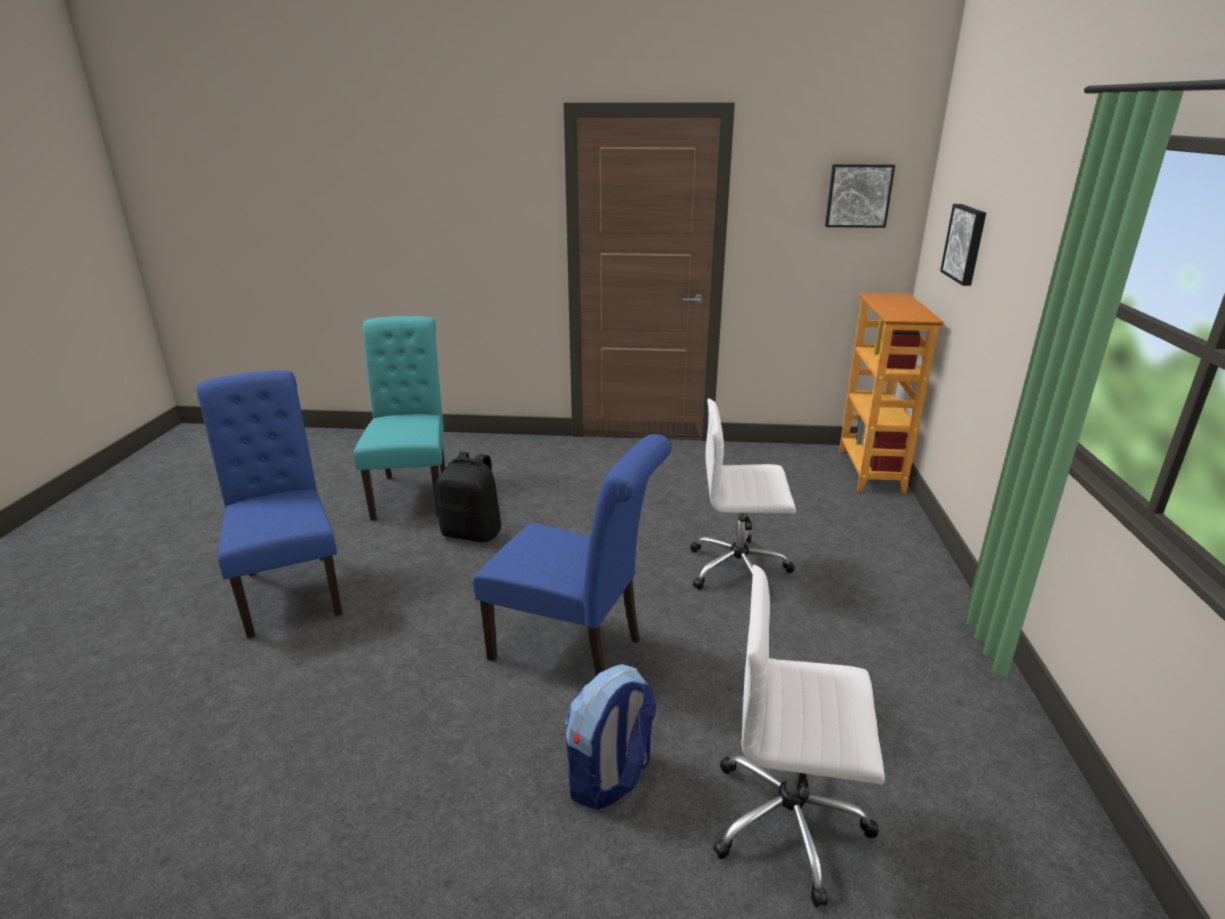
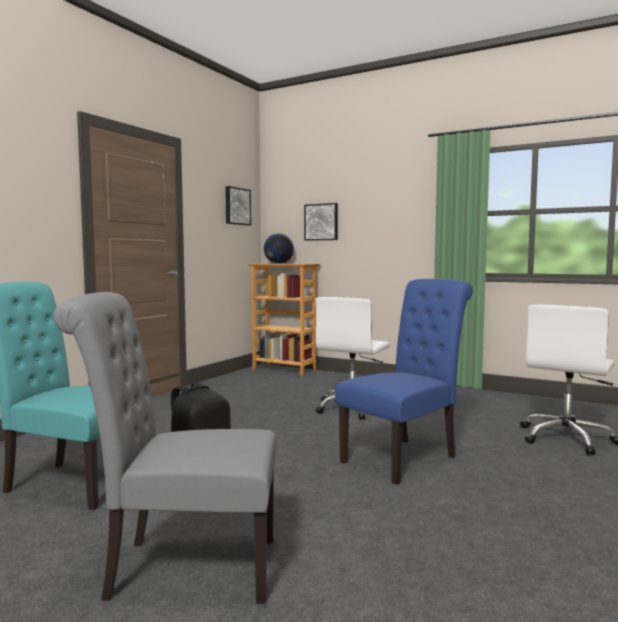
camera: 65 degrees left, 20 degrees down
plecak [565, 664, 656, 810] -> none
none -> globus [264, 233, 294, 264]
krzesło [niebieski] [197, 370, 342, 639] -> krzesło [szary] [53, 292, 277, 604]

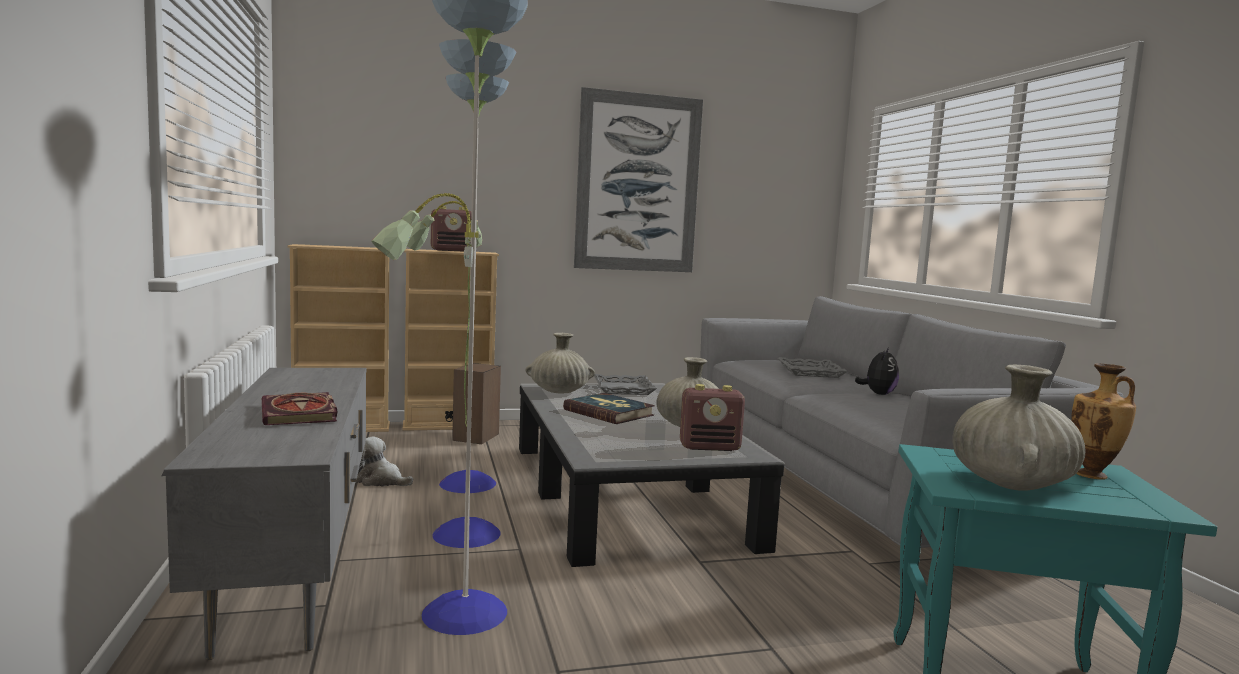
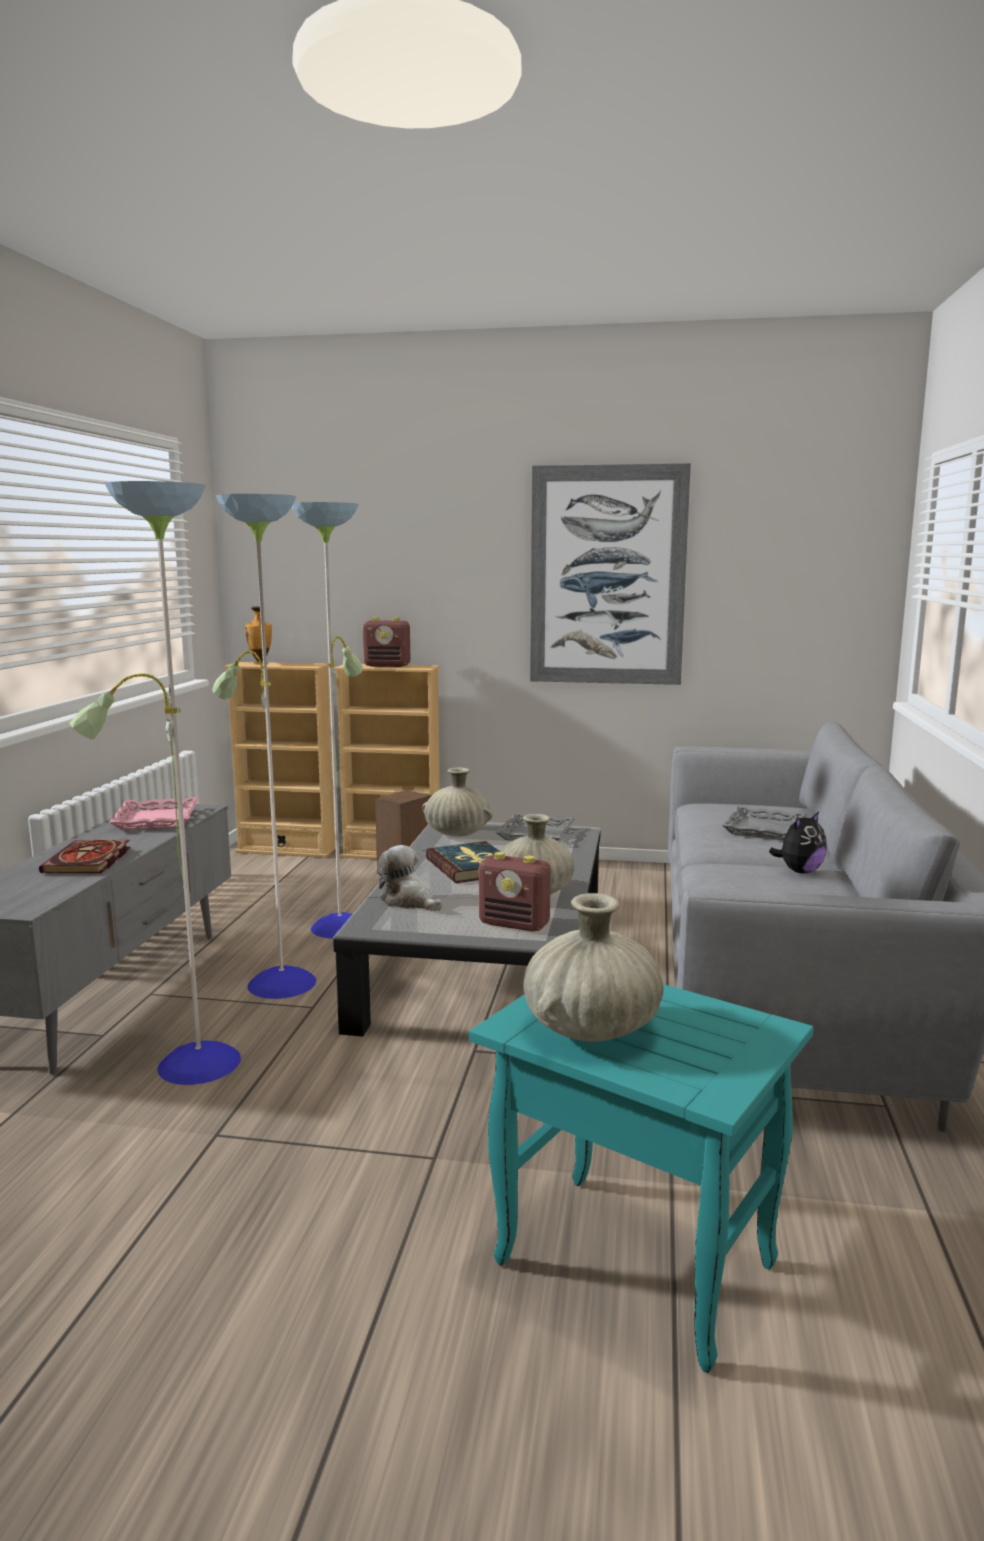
camera: 25 degrees right, 5 degrees up
none -> taca [różowy] [109, 797, 198, 830]
pluszak [356, 437, 413, 486] -> pluszak [377, 845, 443, 911], shifted
wazon [1071, 363, 1136, 480] -> wazon [245, 606, 272, 664], shifted

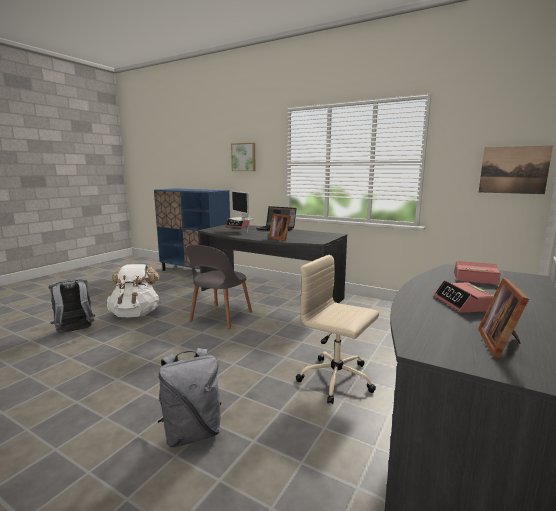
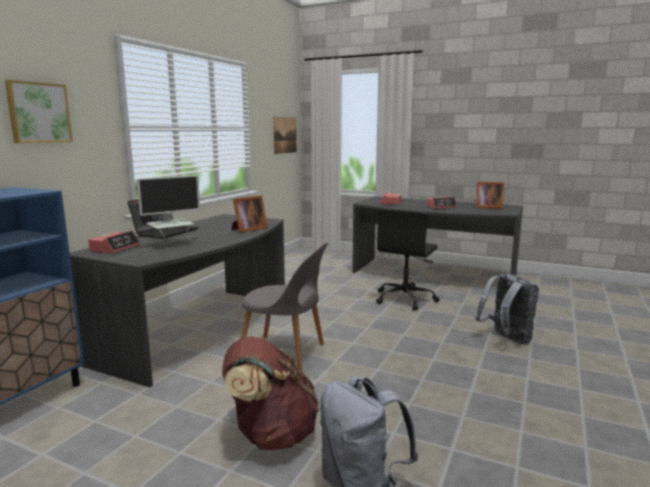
camera: 95 degrees left, 0 degrees up
plecak [biały] [107, 264, 160, 317] -> plecak [brązowy] [222, 336, 319, 450]
krzesło biurowe [beżowy] [296, 255, 379, 404] -> krzesło biurowe [czarny] [376, 208, 439, 310]

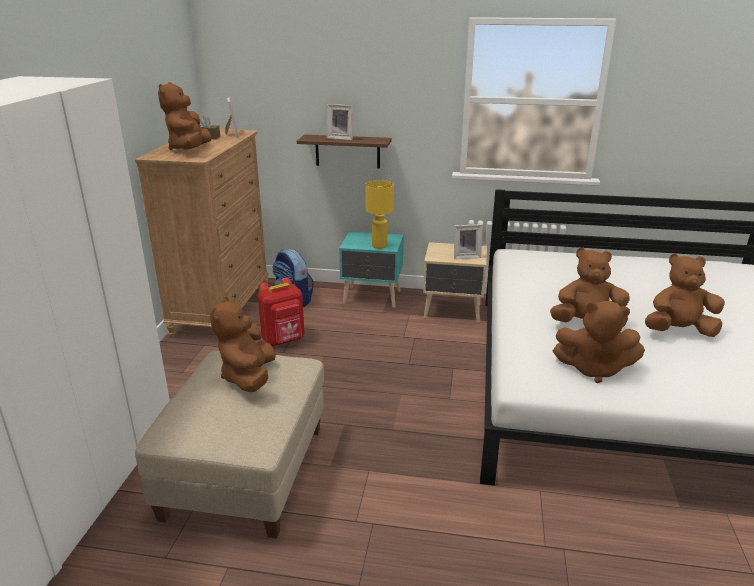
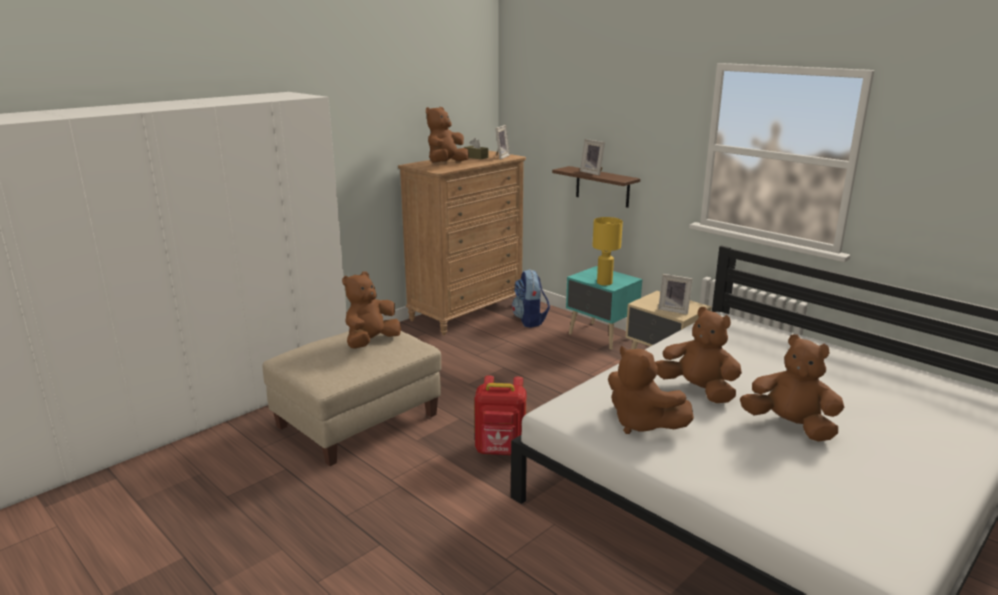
camera: 35 degrees right, 5 degrees down
plecak [czerwony] [258, 277, 305, 346] -> plecak [czerwony] [474, 375, 526, 455], shifted

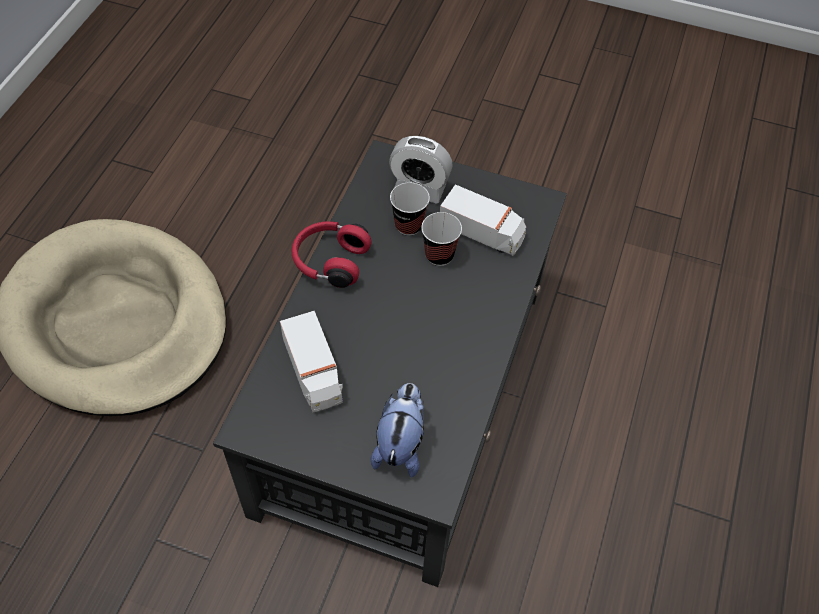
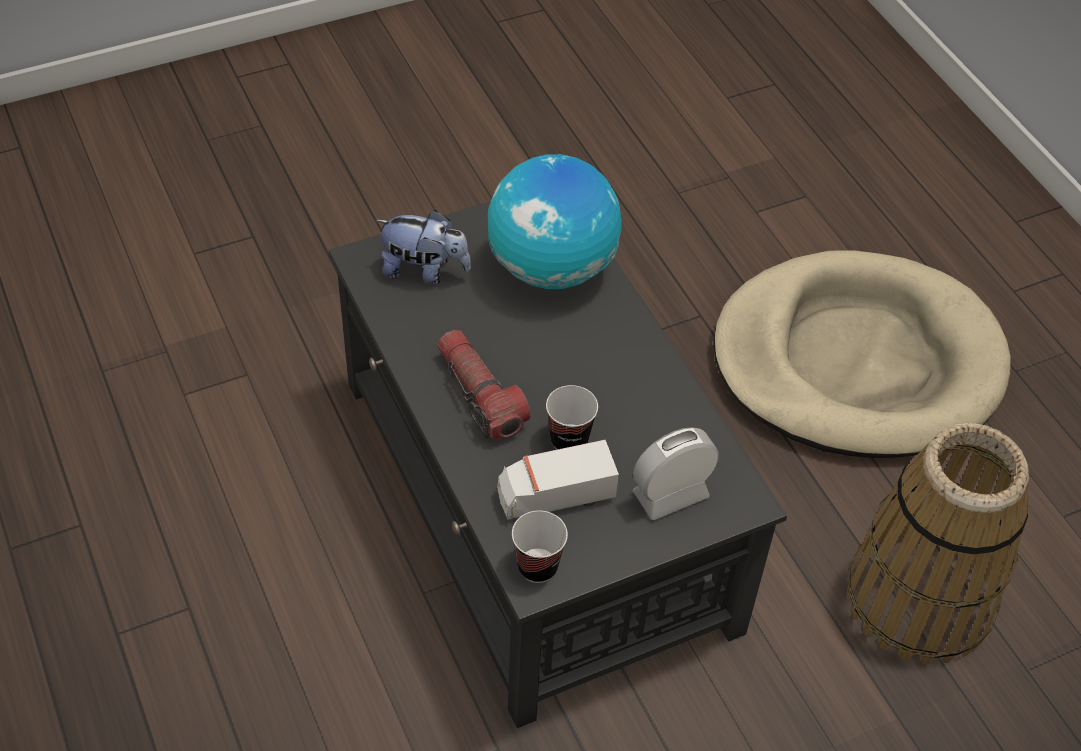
camera: 135 degrees right, 5 degrees down
słuchawki [czerwony] [292, 221, 372, 288] -> none
none -> latarka [438, 330, 531, 439]
none -> koszyk [847, 423, 1029, 664]
filiżanka [390, 182, 430, 236] -> filiżanka [512, 511, 568, 583], shifted
ciężarówka zabawkowa [280, 311, 343, 412] -> globus [487, 154, 622, 289]
pluszak [371, 383, 424, 478] -> pluszak [375, 210, 471, 284], 45 degrees counterclockwise

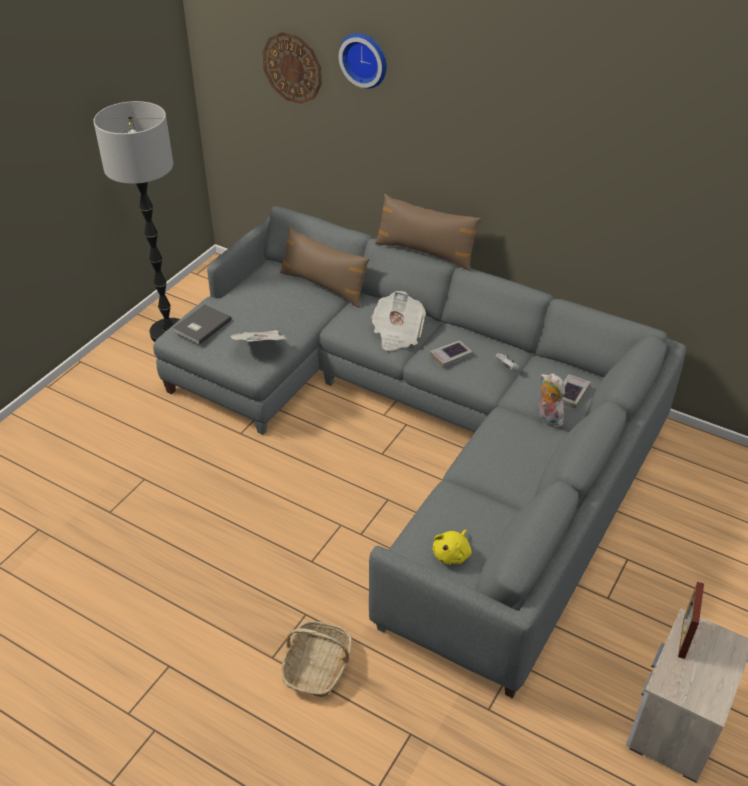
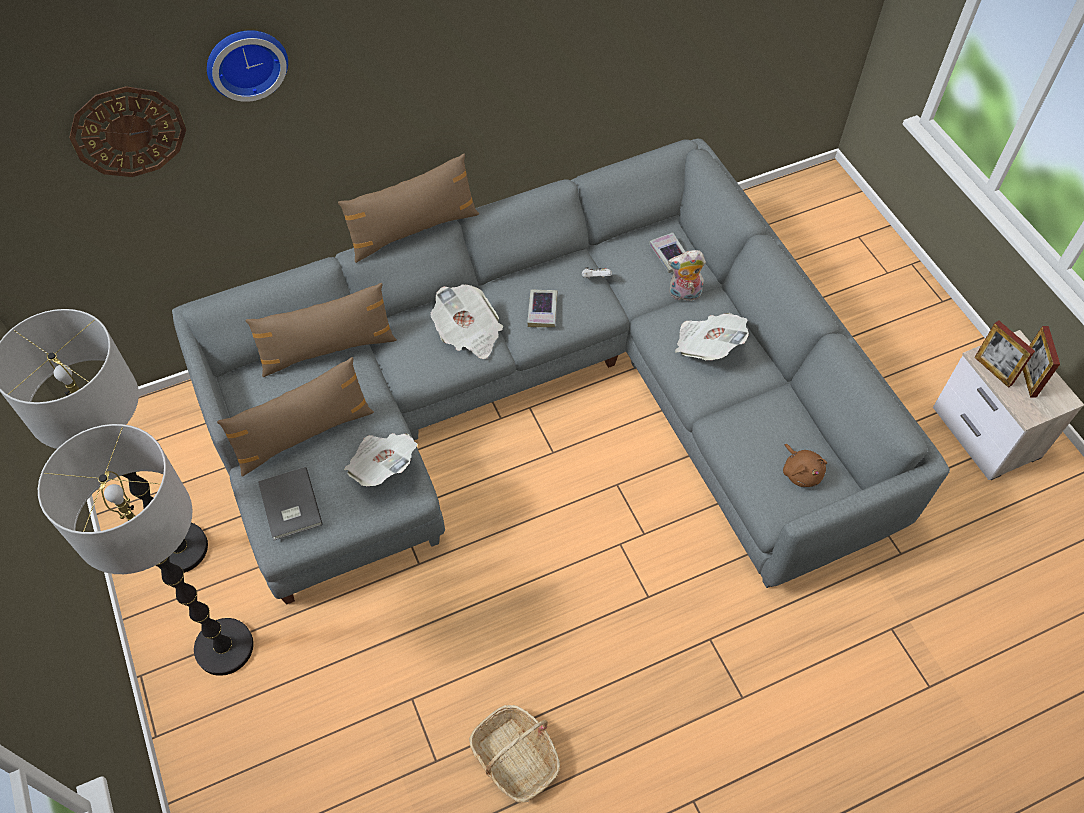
camera: 55 degrees left, 15 degrees up
none -> lampa stojąca [38, 424, 254, 676]
none -> poduszka [brązowy] [217, 357, 374, 477]
none -> gazeta [675, 313, 749, 360]
none -> ramka na zdjęcie [1023, 326, 1060, 398]
koszyk [282, 621, 352, 697] -> koszyk [469, 705, 560, 803], shifted
pluszak [żółty] [432, 530, 472, 565] -> pluszak [brązowy] [783, 444, 827, 487]

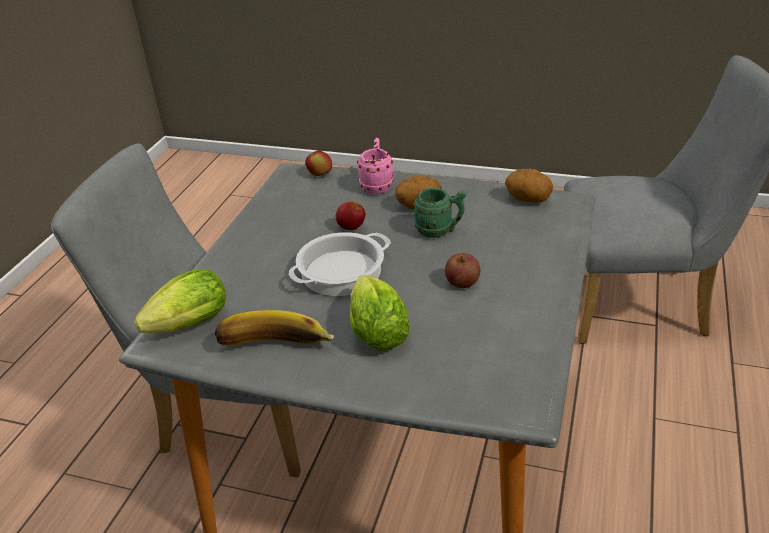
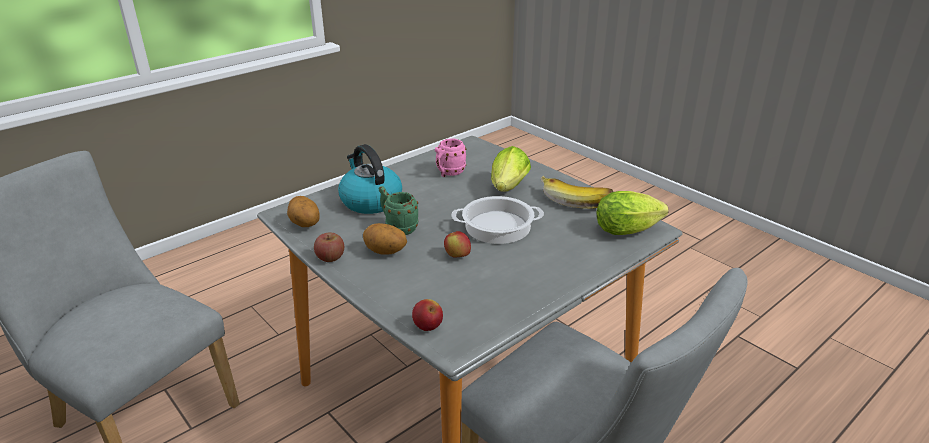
camera: 150 degrees left, 5 degrees down
none -> czajnik [338, 144, 402, 214]
kubek [różowy] [357, 138, 393, 194] -> kubek [różowy] [435, 138, 466, 177], shifted
jabłko [445, 253, 480, 288] -> jabłko [314, 233, 344, 262], shifted

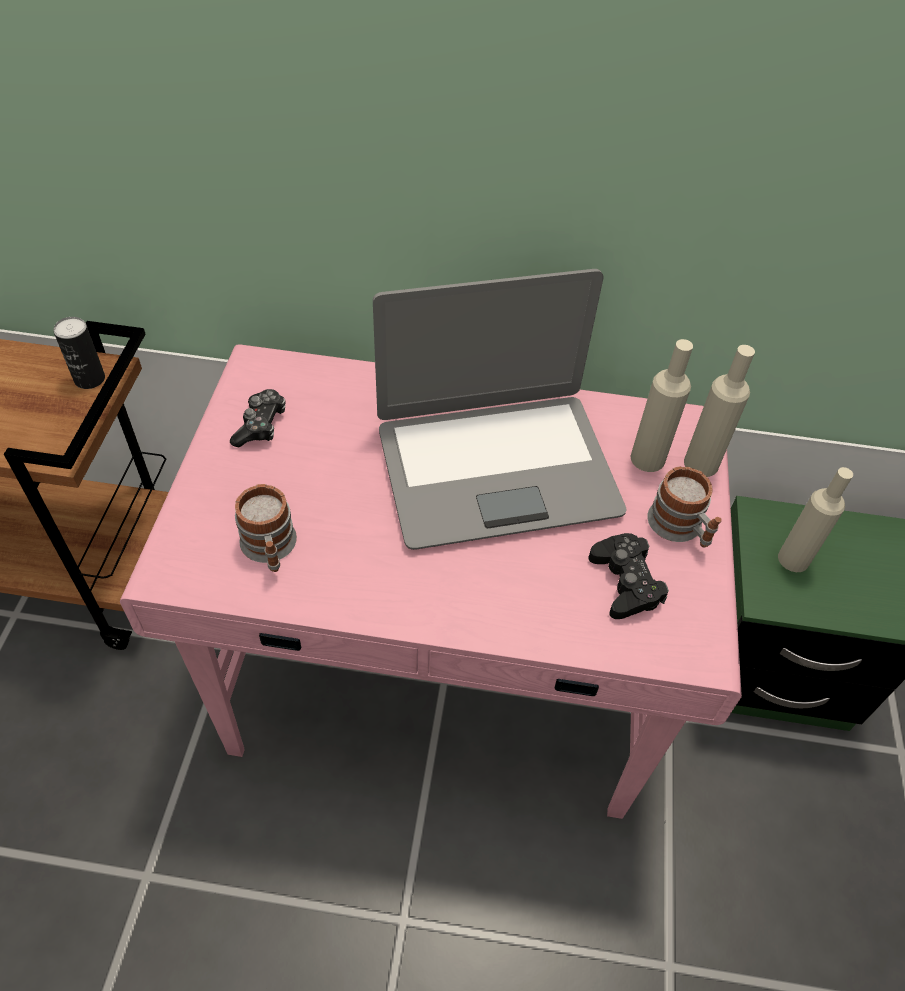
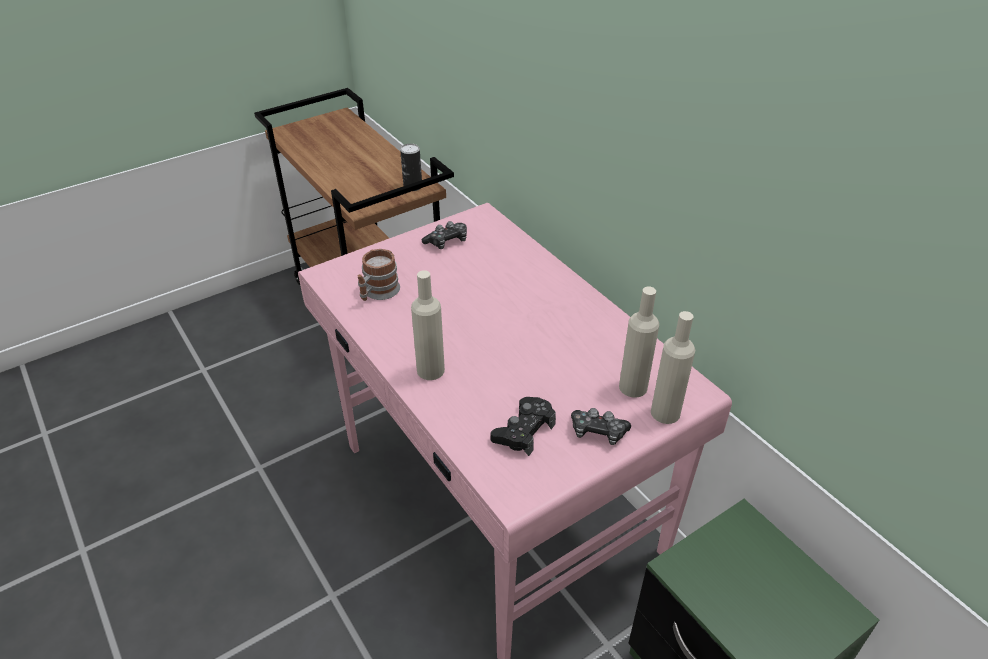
camera: 50 degrees right, 10 degrees down
laptop [373, 269, 627, 550] -> none
butelka [beżowy] [778, 467, 853, 572] -> butelka [beżowy] [411, 270, 445, 380], shifted
kubek [647, 466, 722, 547] -> pad do gier [571, 408, 631, 445]

